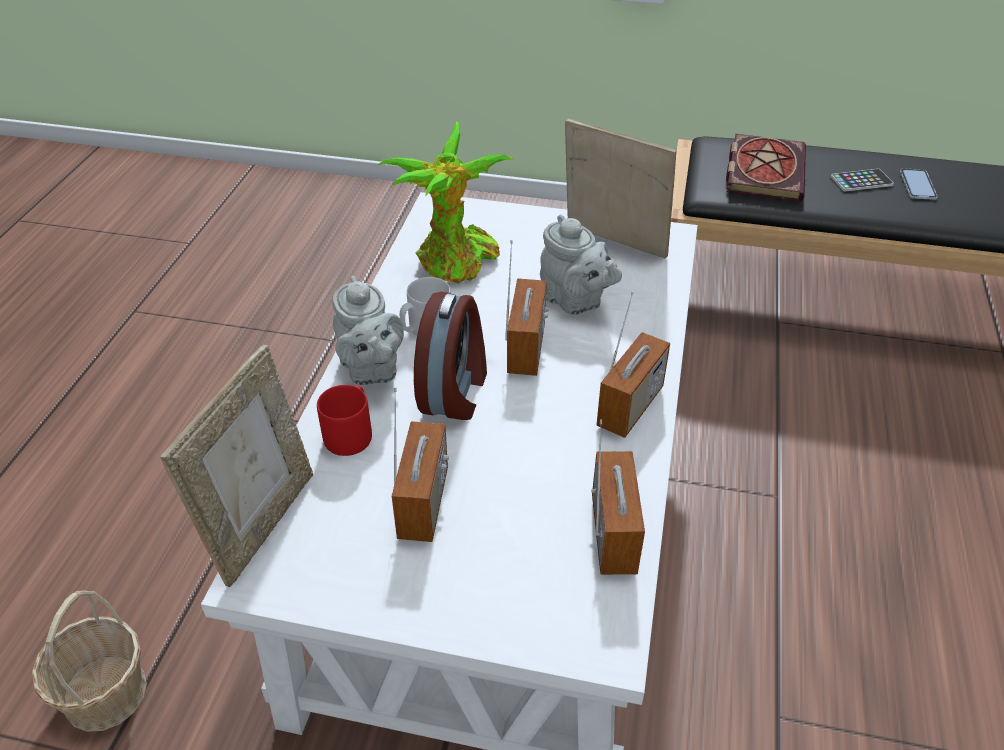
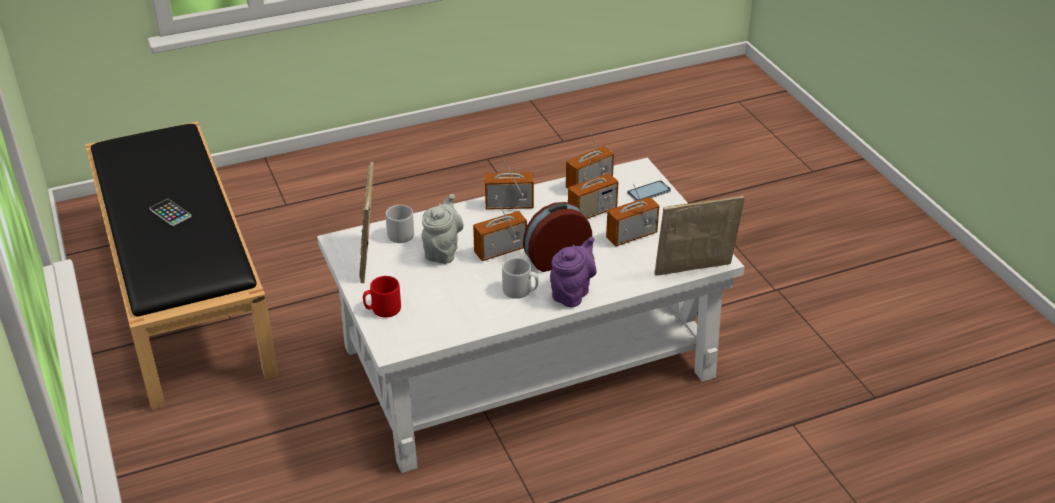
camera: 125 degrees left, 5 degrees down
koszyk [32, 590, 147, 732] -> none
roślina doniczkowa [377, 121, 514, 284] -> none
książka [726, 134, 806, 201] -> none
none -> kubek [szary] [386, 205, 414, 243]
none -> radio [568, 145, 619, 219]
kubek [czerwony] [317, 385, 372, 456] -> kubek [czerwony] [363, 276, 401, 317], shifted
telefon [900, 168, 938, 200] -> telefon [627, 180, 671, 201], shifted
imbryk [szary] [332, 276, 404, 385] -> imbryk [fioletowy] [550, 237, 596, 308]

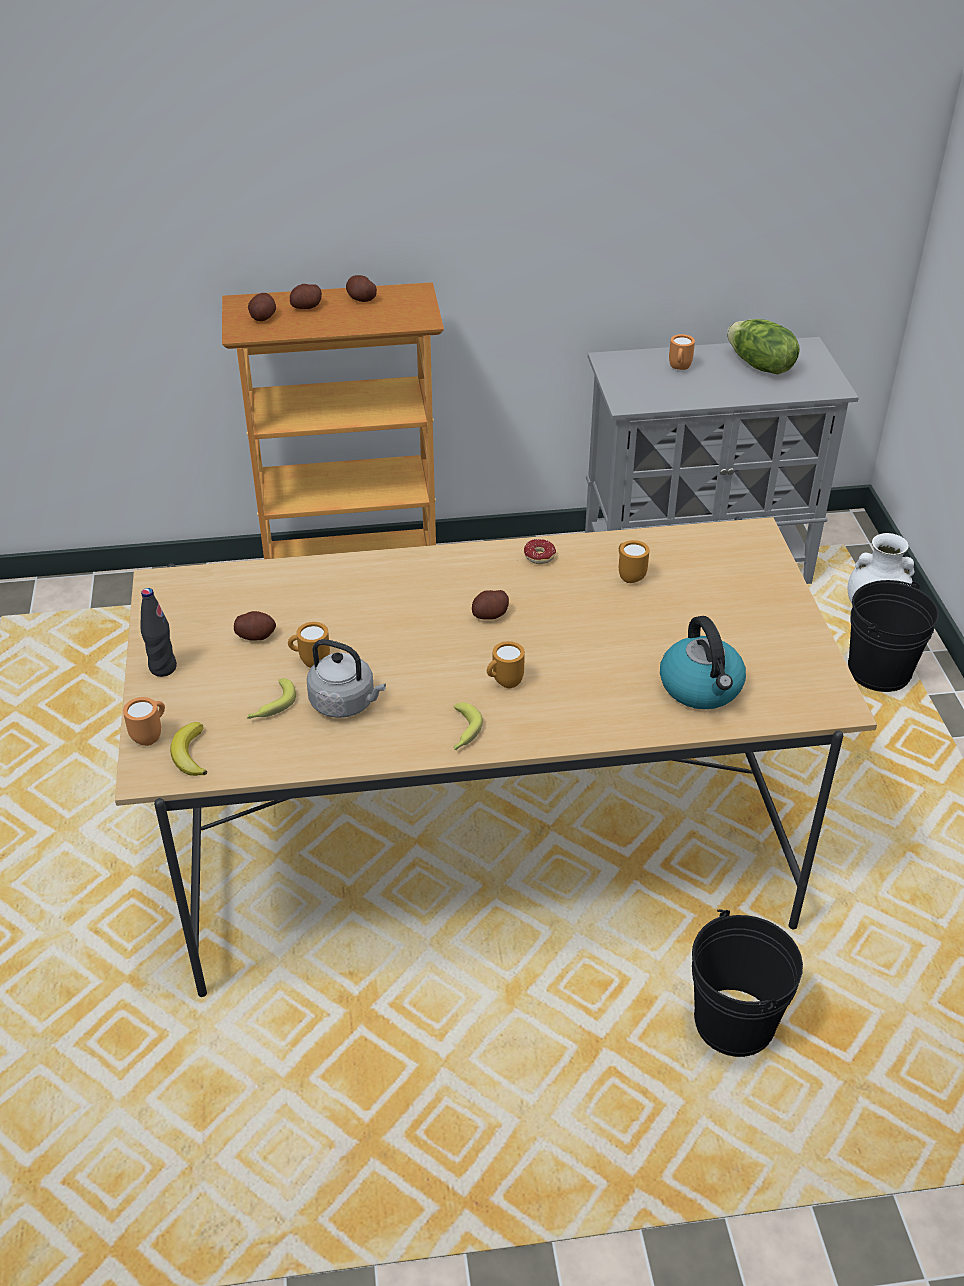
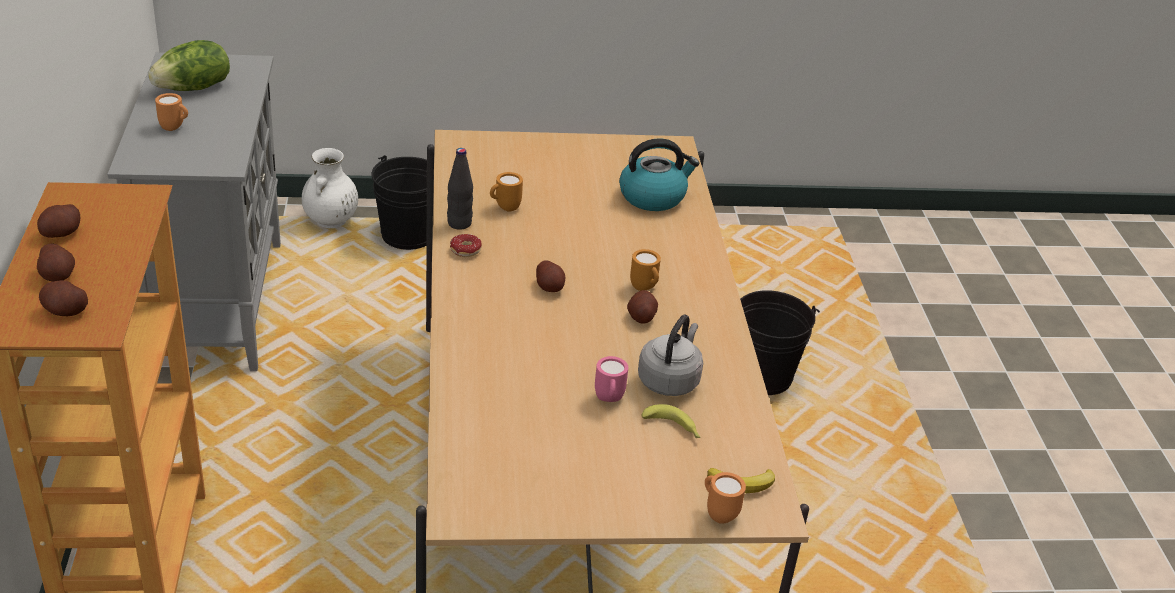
camera: 90 degrees left, 5 degrees down
banan [453, 702, 483, 750] -> none
butelka [czarny] [140, 588, 177, 677] -> butelka [czarny] [447, 148, 473, 230], shifted
ziemniak [234, 611, 276, 641] -> ziemniak [627, 290, 658, 324], shifted
kubek [pomarańczowy] [288, 622, 330, 668] -> kubek [różowy] [595, 356, 628, 402]

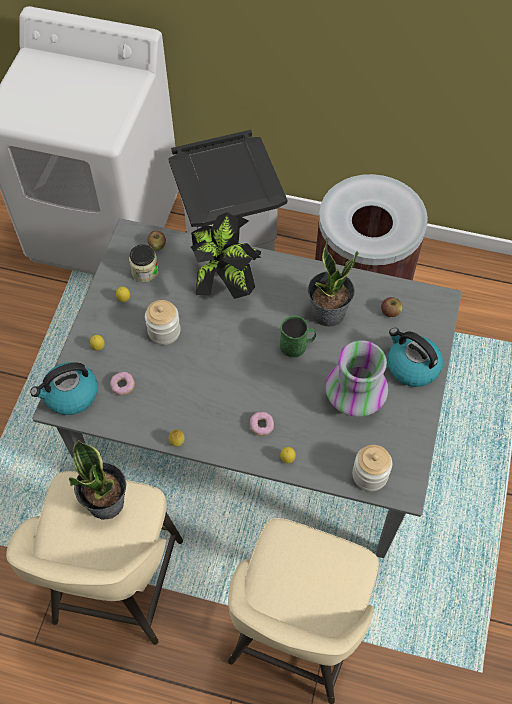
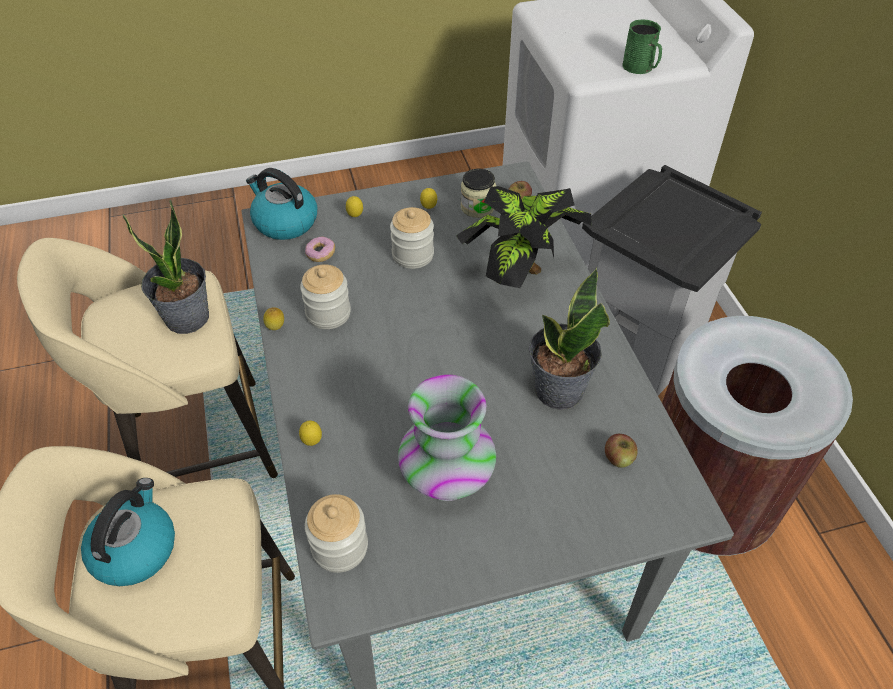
camera: 60 degrees right, 10 degrees down
donut [250, 412, 274, 436] -> none
none -> słoik [300, 264, 351, 329]
kubek [zielony] [280, 316, 316, 357] -> kubek [zielony] [622, 20, 662, 74], shifted
czajnik [387, 328, 443, 387] -> czajnik [81, 478, 175, 586], shifted

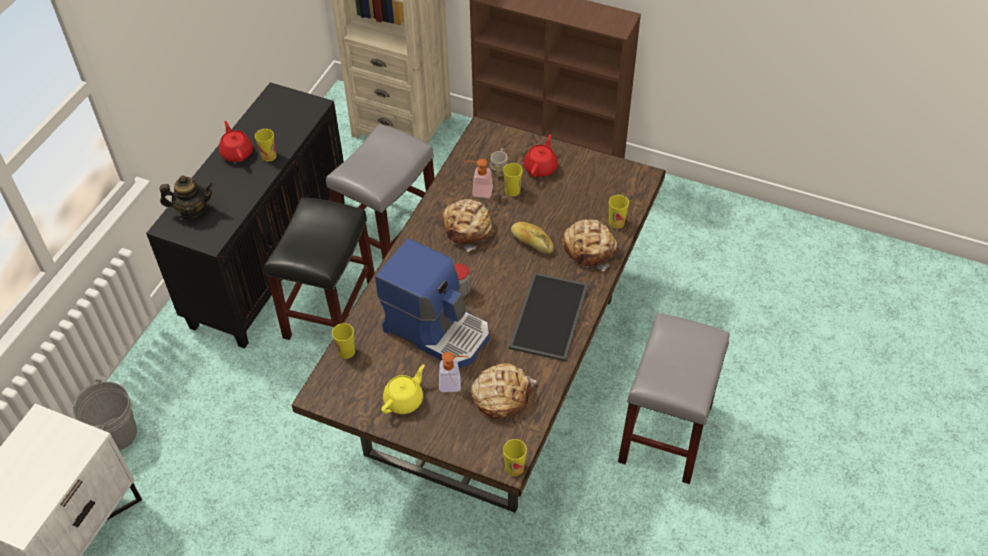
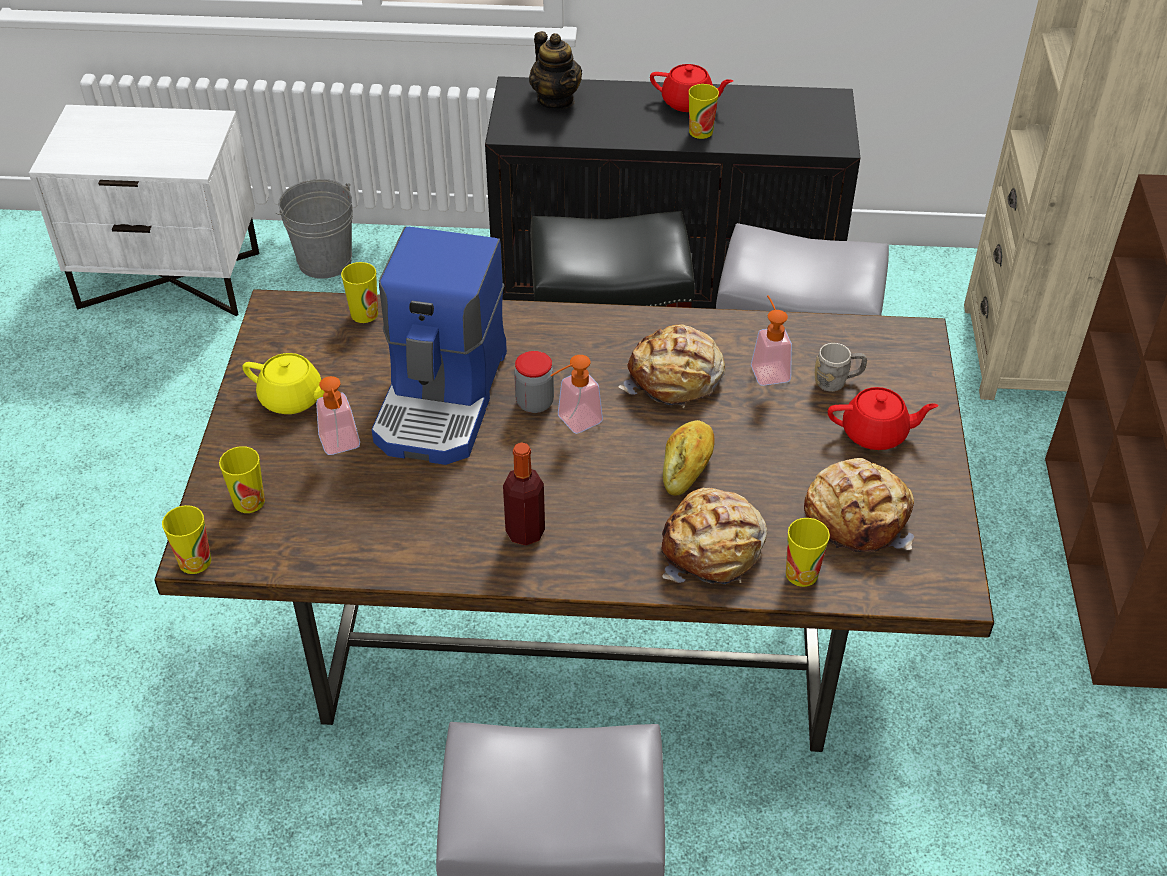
camera: 70 degrees right, 5 degrees down
none -> dozownik mydła [550, 355, 603, 434]
chleb [471, 363, 536, 419] -> chleb [804, 458, 914, 552], shifted
filiżanka [503, 163, 523, 197] -> filiżanka [219, 446, 265, 513], shifted
taca [509, 272, 589, 362] -> butelka [503, 442, 545, 546]
imbryk [czerwony] [219, 121, 253, 162] -> imbryk [czerwony] [650, 64, 733, 112], 60 degrees clockwise

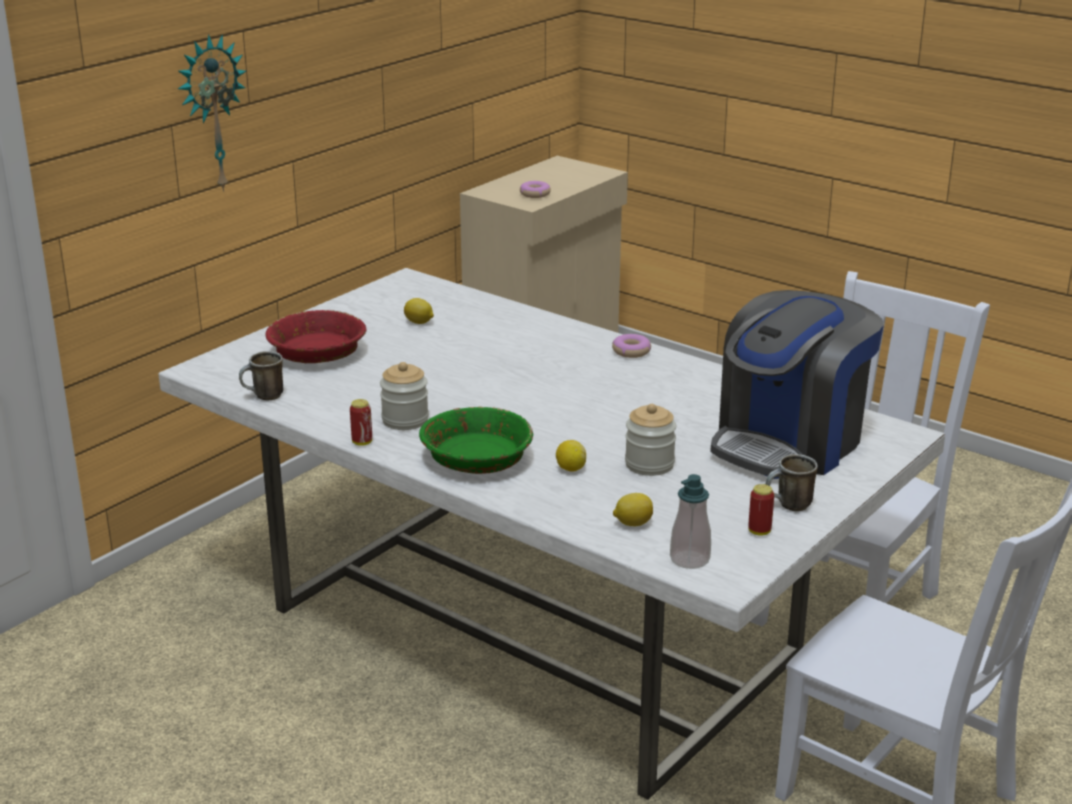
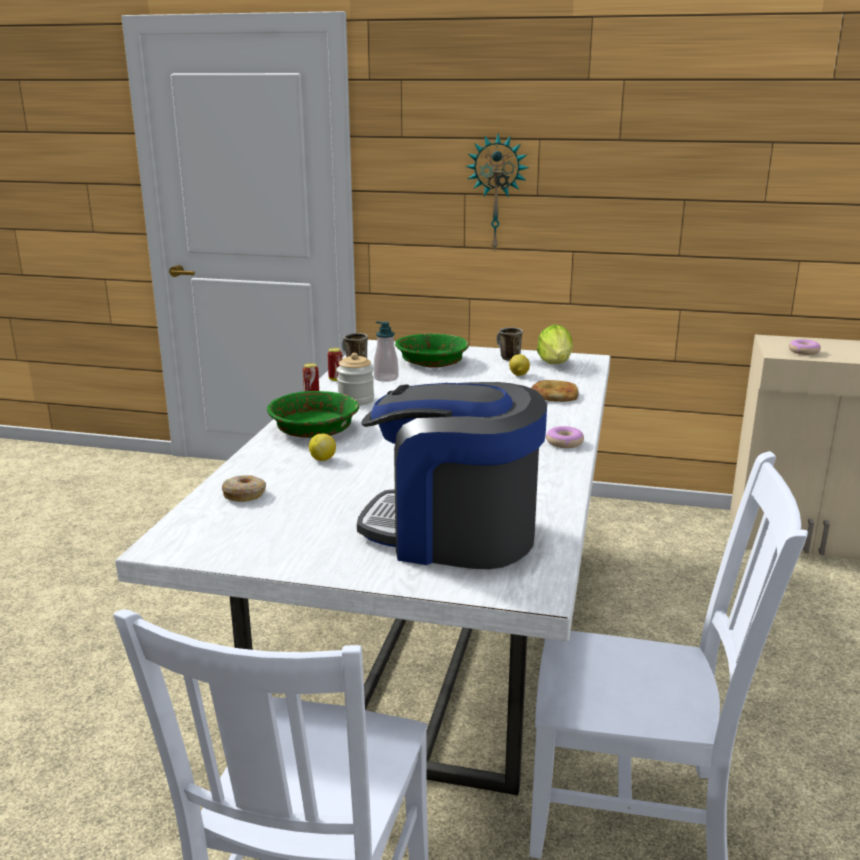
camera: 65 degrees right, 5 degrees down
słoik [625, 404, 676, 476] -> none
none -> chleb [531, 380, 579, 402]
none -> sałata [537, 324, 573, 364]
dozownik mydła [670, 474, 711, 569] -> dozownik mydła [374, 321, 399, 382], shifted
puszka [748, 484, 774, 536] -> puszka [327, 348, 343, 381], shifted
kubek [766, 454, 818, 511] -> kubek [497, 327, 523, 361], shifted
cytryna [613, 493, 653, 526] -> donut [222, 475, 266, 502]
miska [czerwony] [265, 310, 366, 363] -> miska [zielony] [395, 334, 469, 368]

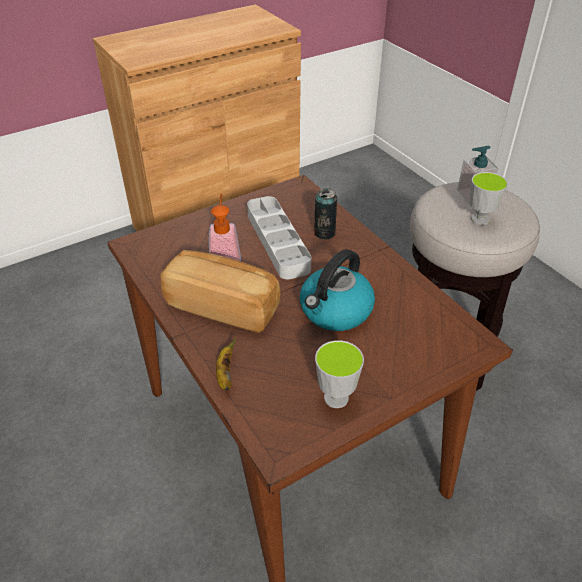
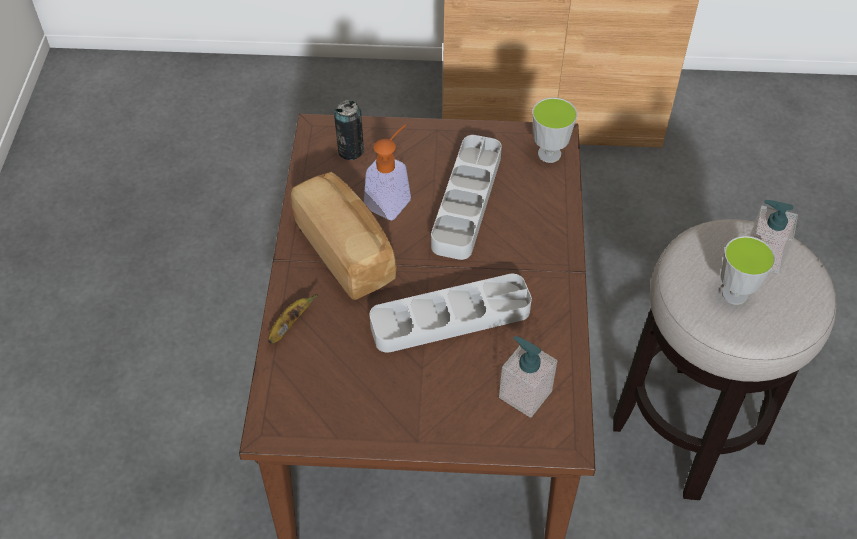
camera: 35 degrees right, 10 degrees up
none -> dozownik mydła [499, 336, 557, 418]
puszka [314, 188, 337, 239] -> puszka [334, 100, 364, 160], shifted
filiżanka [315, 340, 364, 408] -> filiżanka [532, 97, 577, 163], shifted
czajnik [300, 249, 375, 331] -> taca [szary] [370, 274, 532, 353]

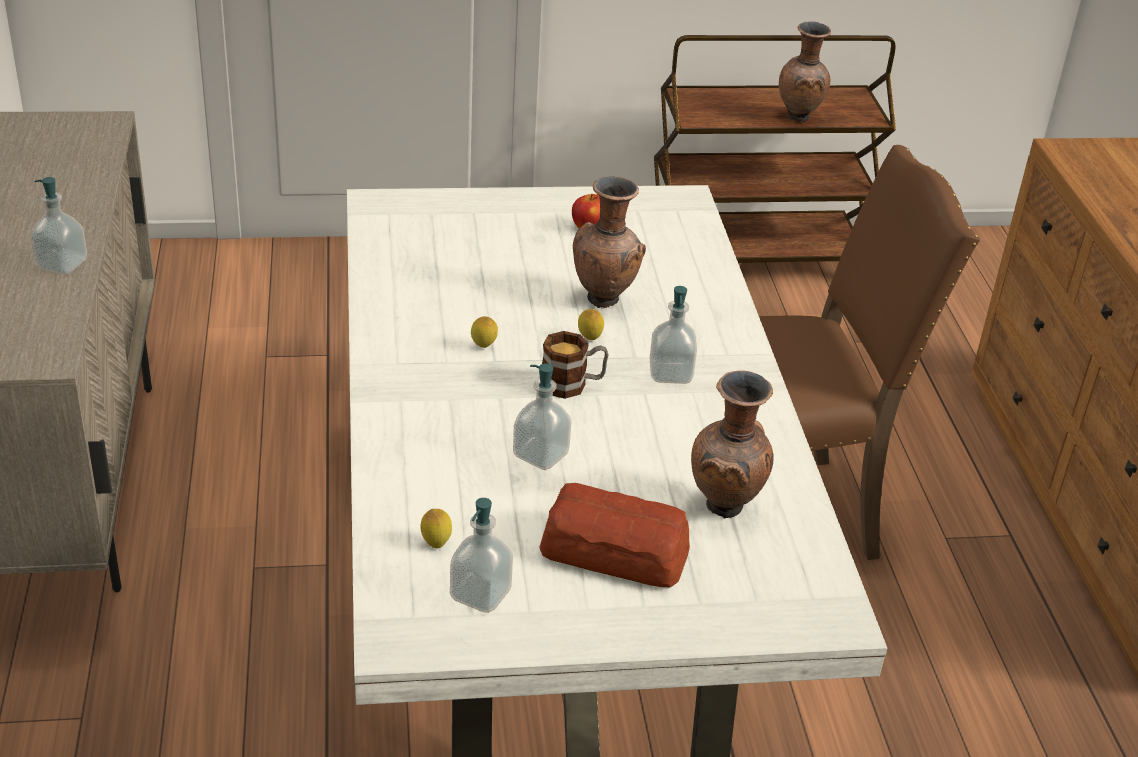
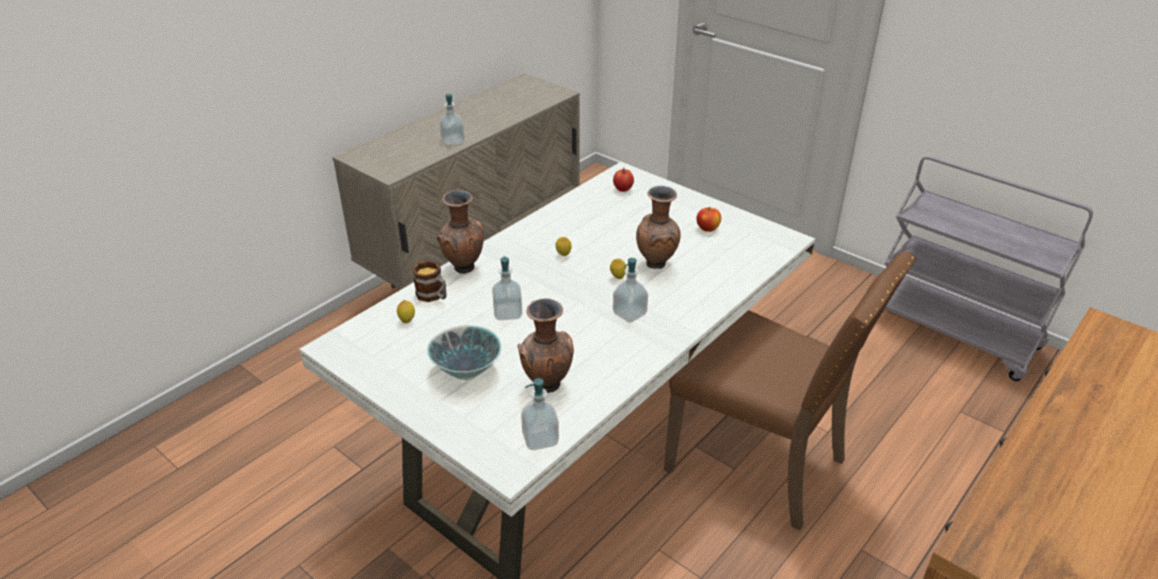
camera: 50 degrees right, 0 degrees up
none -> jabłko [613, 167, 634, 192]
dozownik mydła [450, 498, 513, 613] -> dozownik mydła [521, 378, 559, 450], shifted
kubek [542, 331, 609, 399] -> kubek [412, 260, 447, 302], shifted
wazon [brązowy] [779, 21, 831, 123] -> wazon [brązowy] [437, 190, 484, 274], shifted
chleb [539, 483, 690, 588] -> miska [427, 325, 502, 380]
wózek [brązowy] [654, 35, 896, 263] -> wózek [szary] [884, 156, 1093, 381]

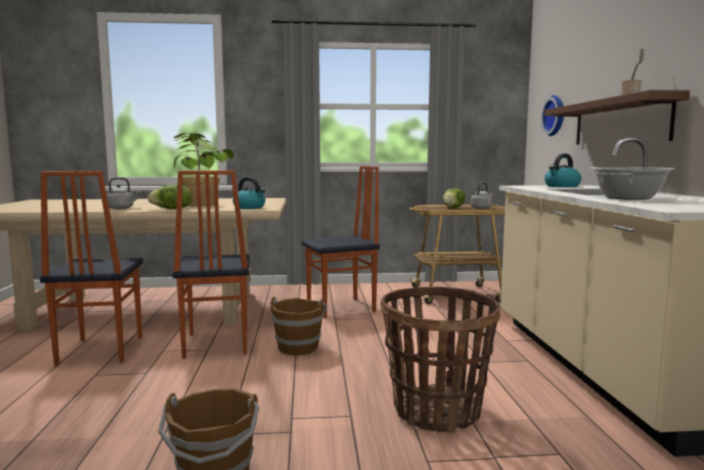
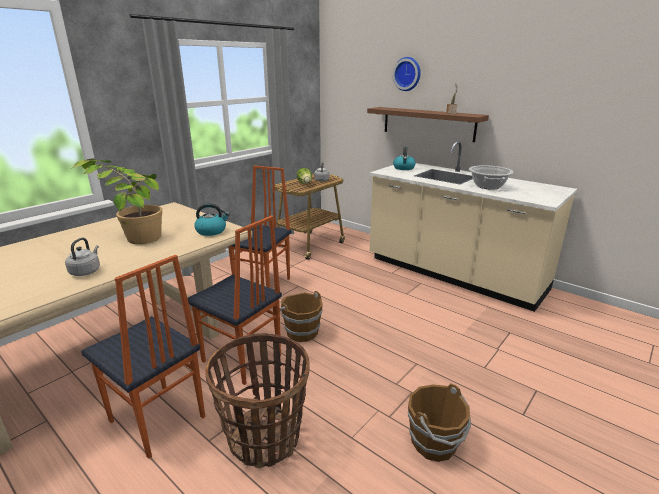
camera: 45 degrees left, 15 degrees up
sałata [148, 185, 192, 209] -> none
koszyk [380, 287, 501, 433] -> koszyk [205, 333, 310, 468], shifted
zegar ścienny [541, 95, 564, 136] -> zegar ścienny [393, 57, 421, 91], shifted

